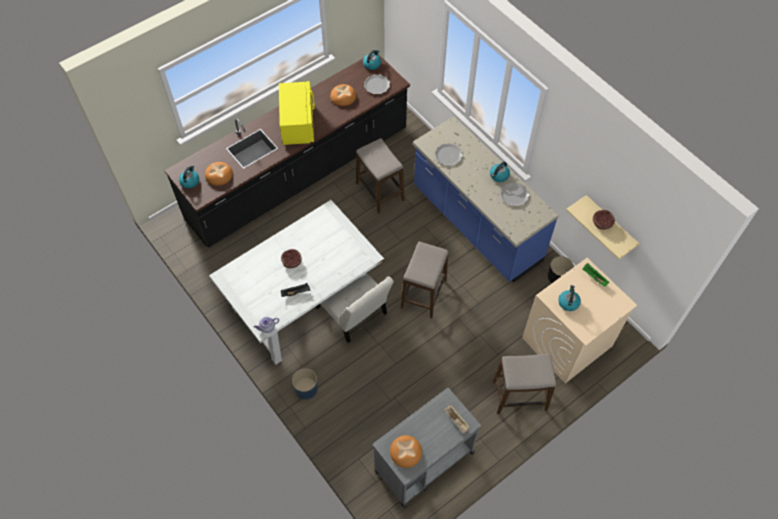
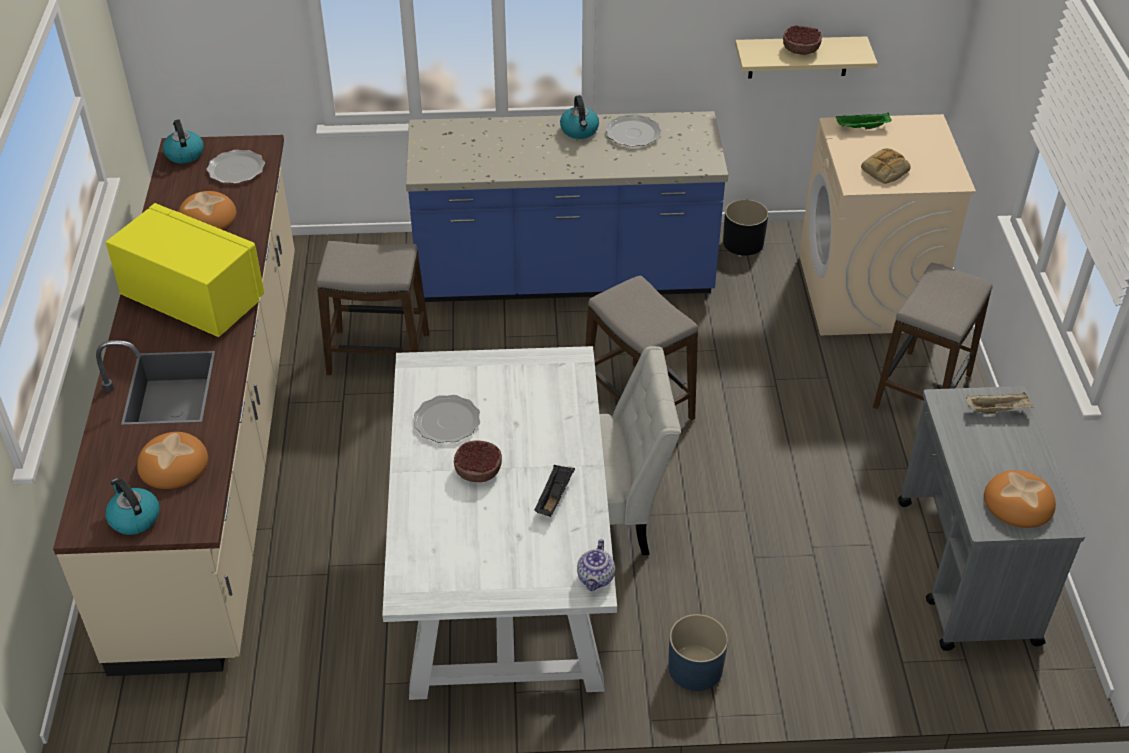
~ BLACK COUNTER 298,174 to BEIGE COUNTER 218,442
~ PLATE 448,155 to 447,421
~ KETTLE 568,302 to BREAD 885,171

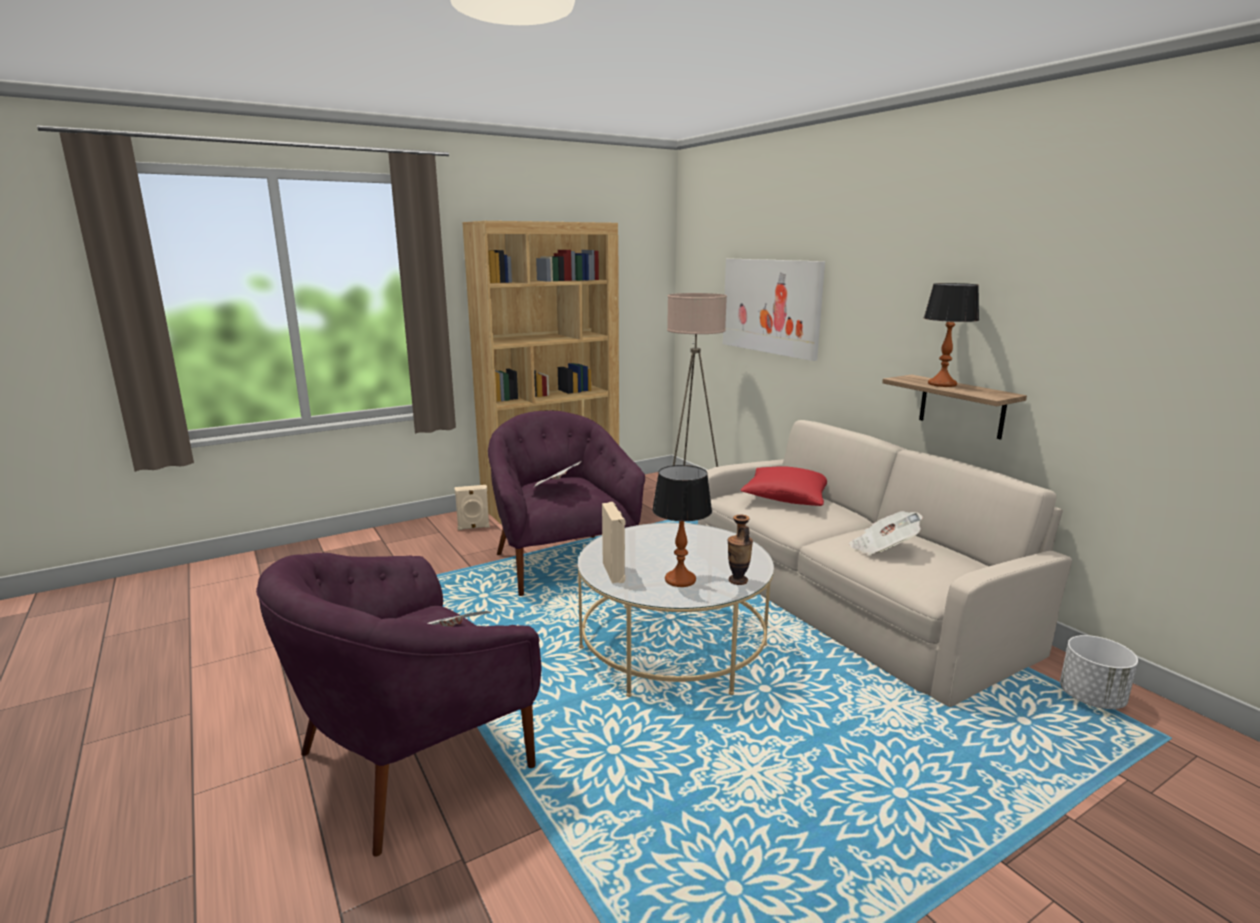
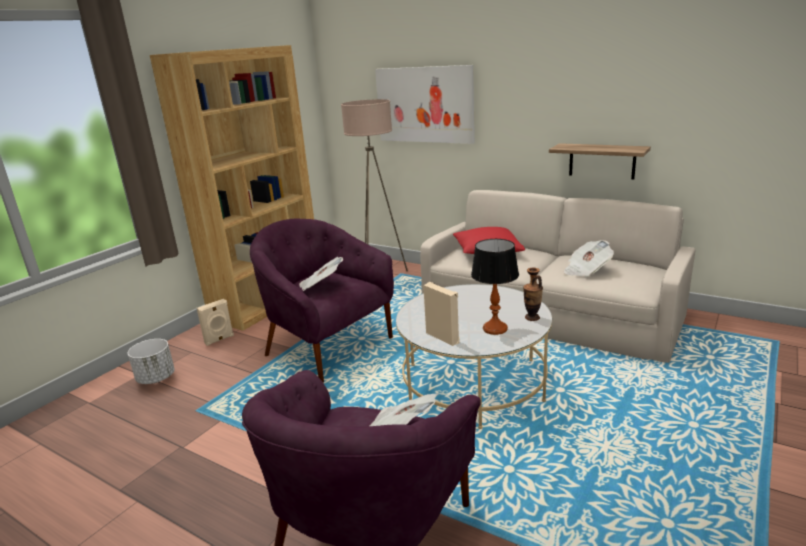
- TABLE LAMP 942,384
~ WHITE PLANTER 1091,698 to 156,378

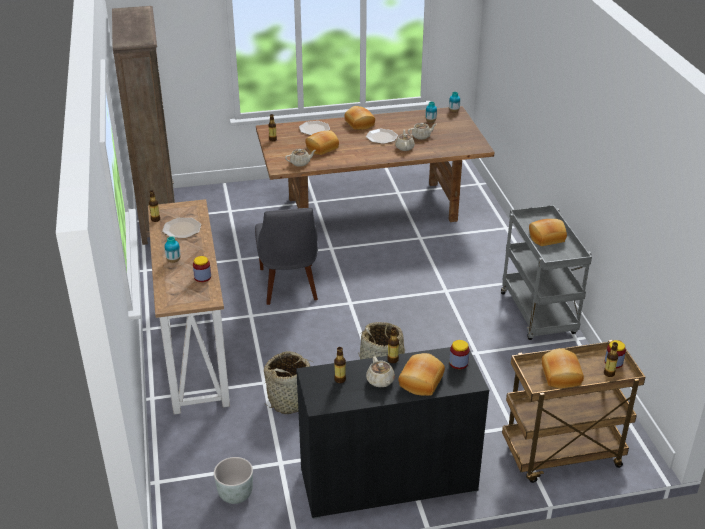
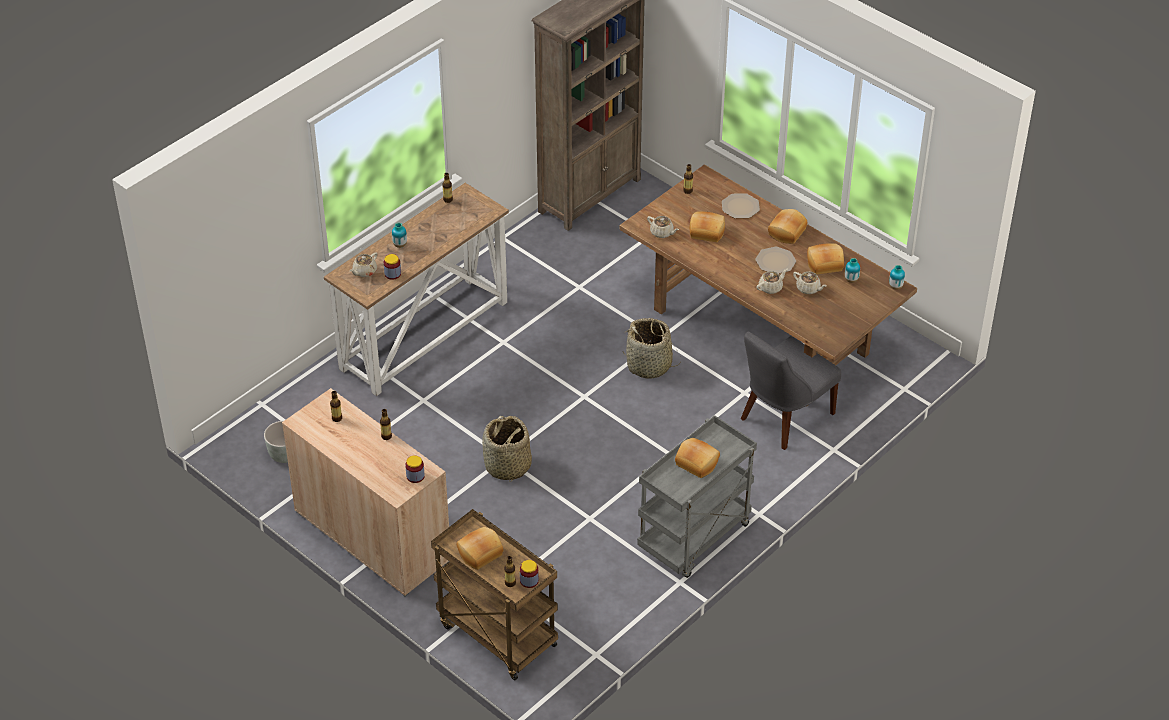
~ GREY CHAIR 289,286 to 783,418
- PLATE 181,229
~ BLACK CABINET 388,480 to BEIGE CABINET 372,536
~ BASKET 290,400 to 649,365
~ BREAD 420,381 to 824,263
~ BEIGE TEAPOT 380,381 to 364,271

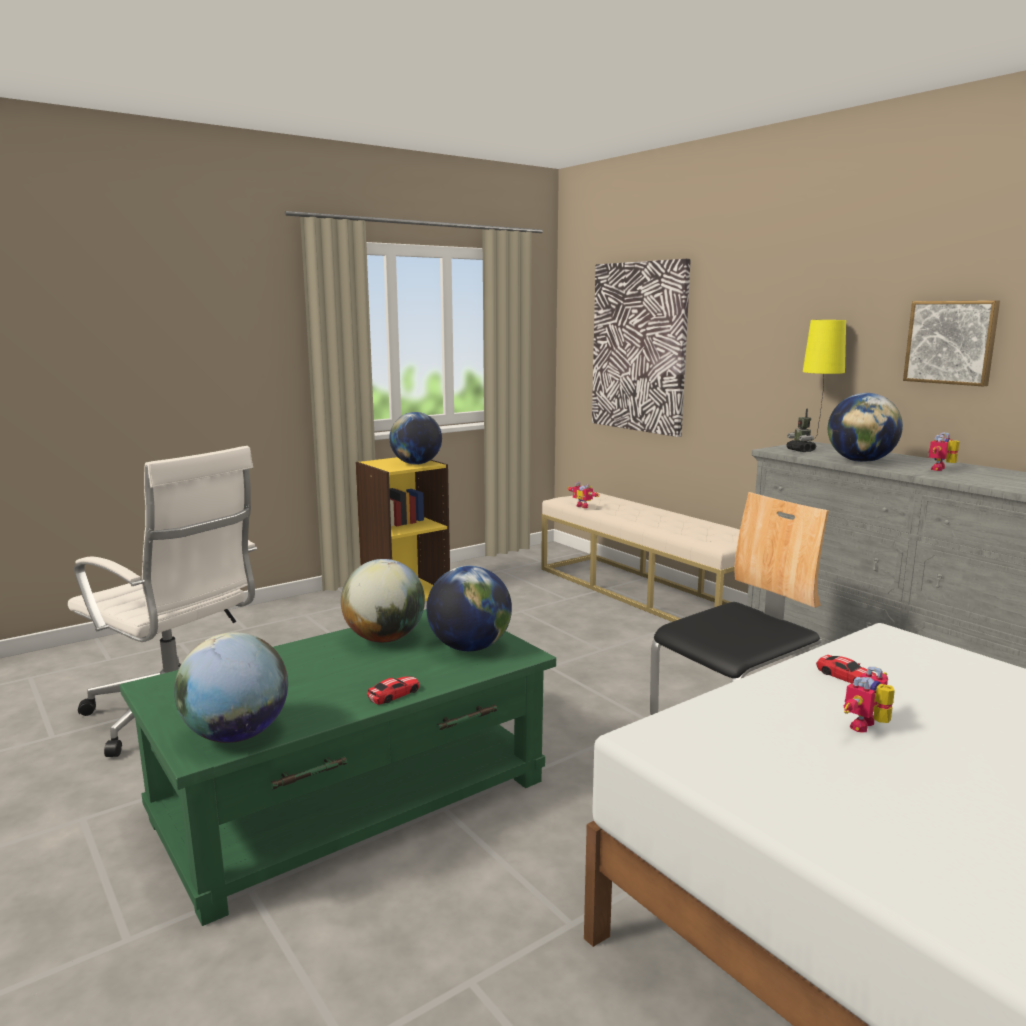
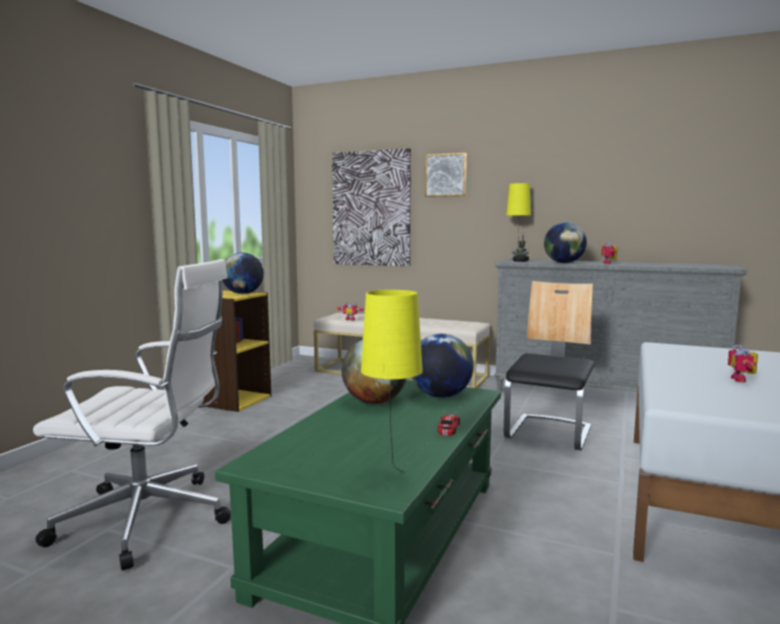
~ PICTURE 951,342 to 446,175
~ GLOBE 236,735 to YELLOW TABLE LAMP 391,476
- TOY CAR 846,676

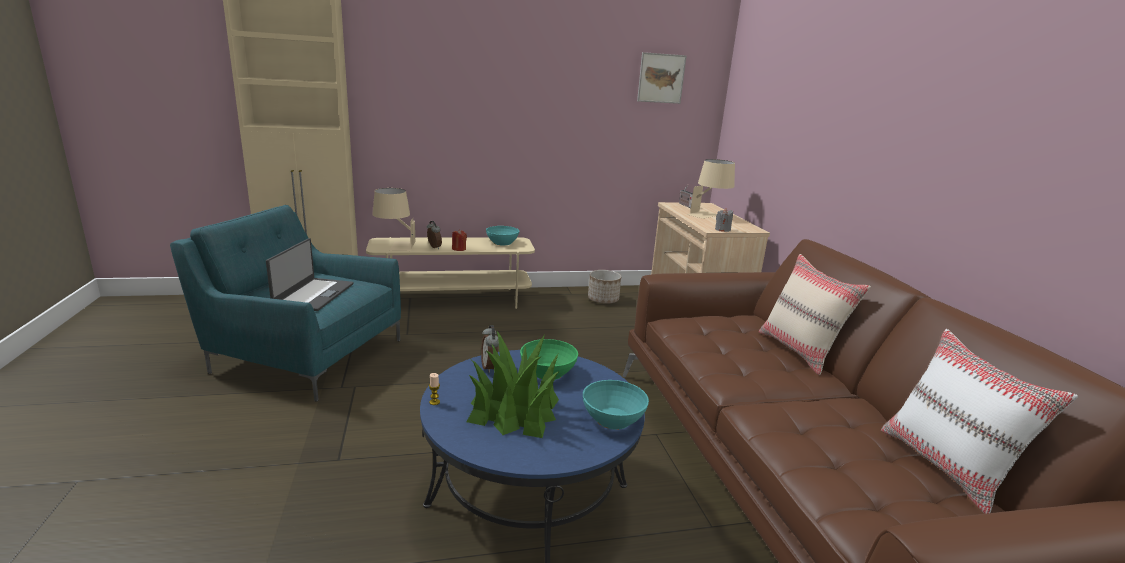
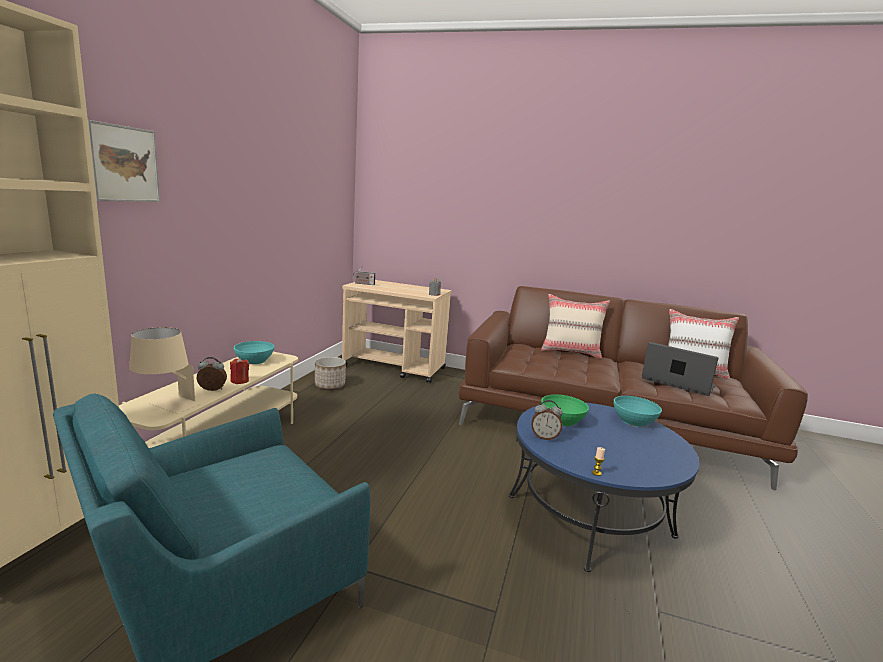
~ PICTURE 661,78 to 124,164
- BEIGE TABLE LAMP 709,216
~ LAPTOP 313,294 to 677,383
- POTTED PLANT 514,410

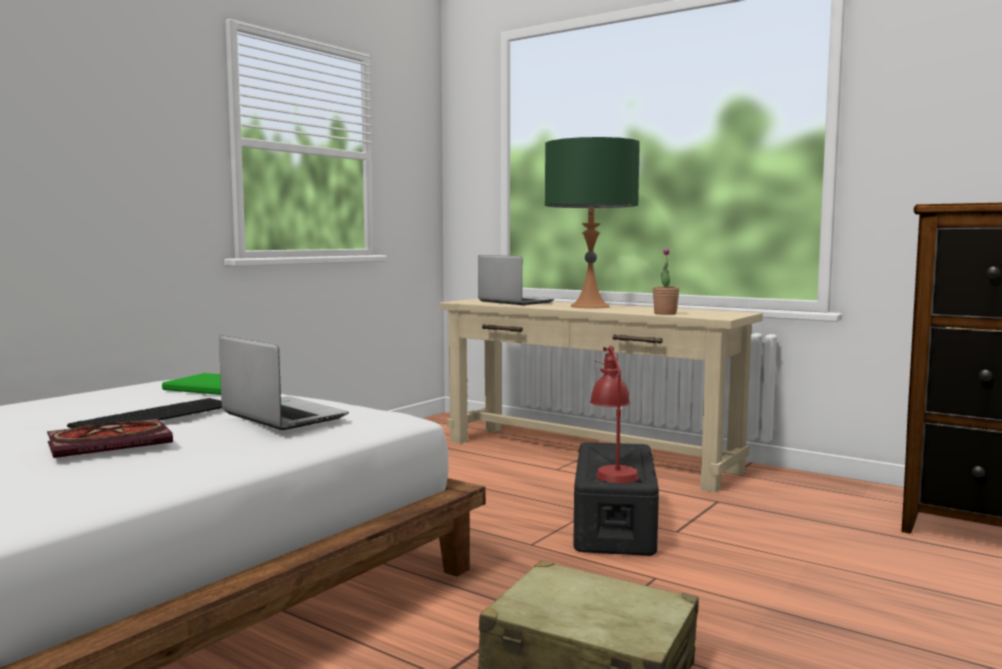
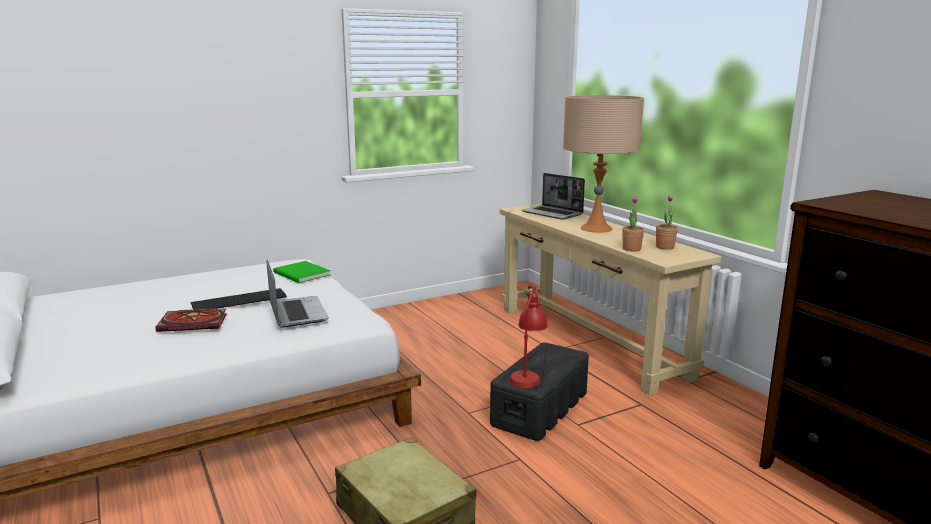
~ GREEN TABLE LAMP 590,306 to BEIGE TABLE LAMP 596,228
~ LAPTOP 514,302 = 553,213 150 degrees clockwise
+ POTTED PLANT 665,247

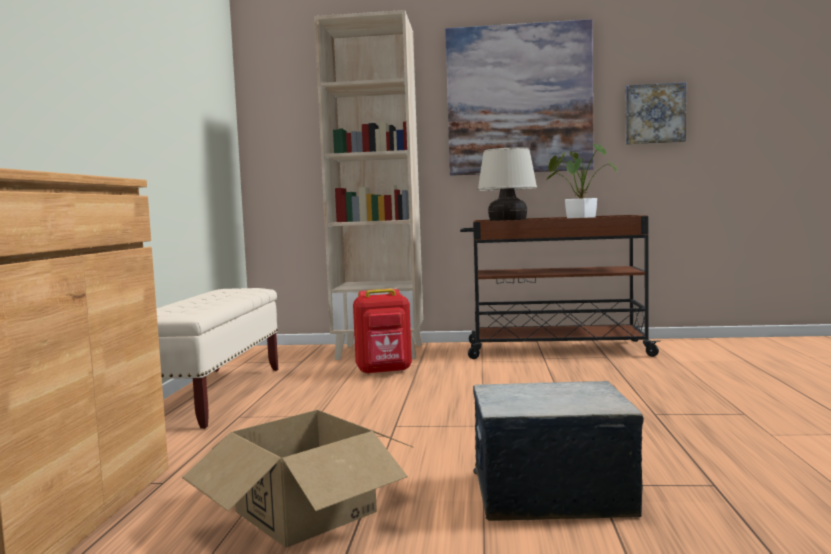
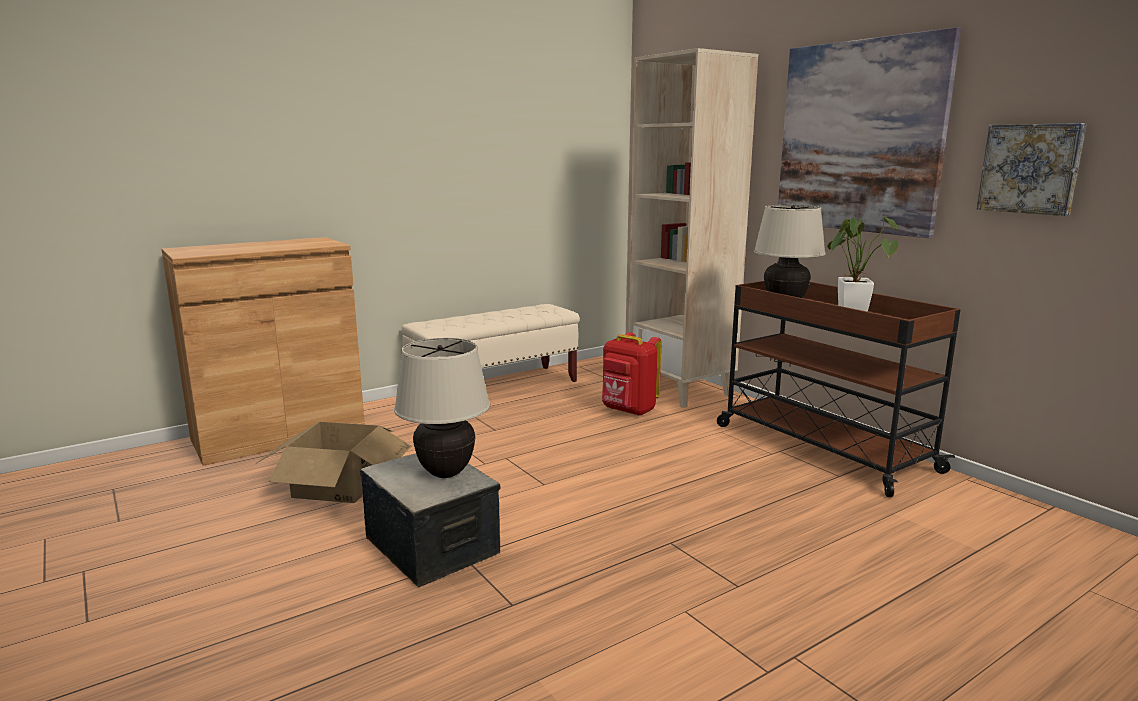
+ BEIGE TABLE LAMP 446,473

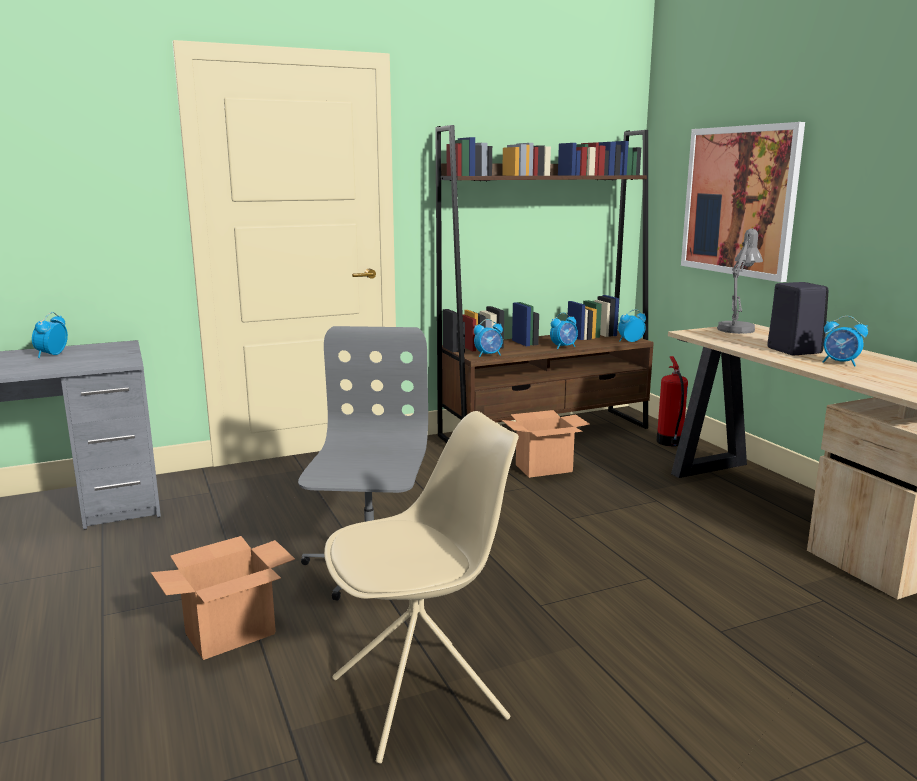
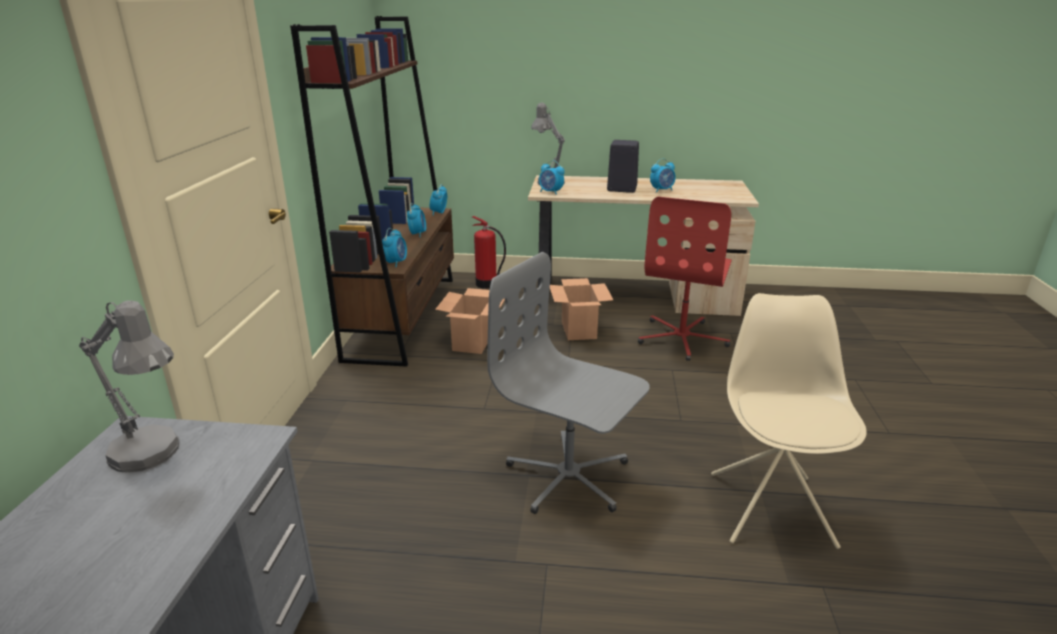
- PICTURE 739,201
~ ALARM CLOCK 52,355 to 551,192
~ CARDBOARD BOX 231,633 to 578,330
+ RED OFFICE CHAIR 682,338
+ GREY TABLE LAMP 153,456

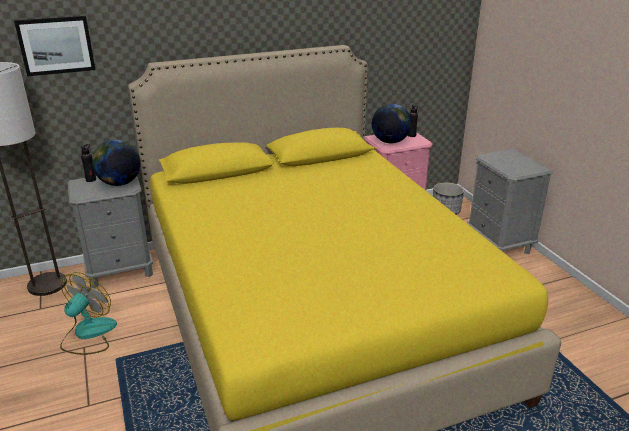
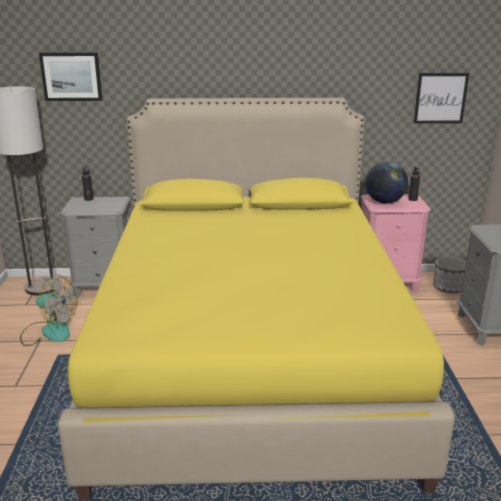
- GLOBE 119,183
~ FAN 88,334 = 49,331 60 degrees clockwise
+ PICTURE 440,98

